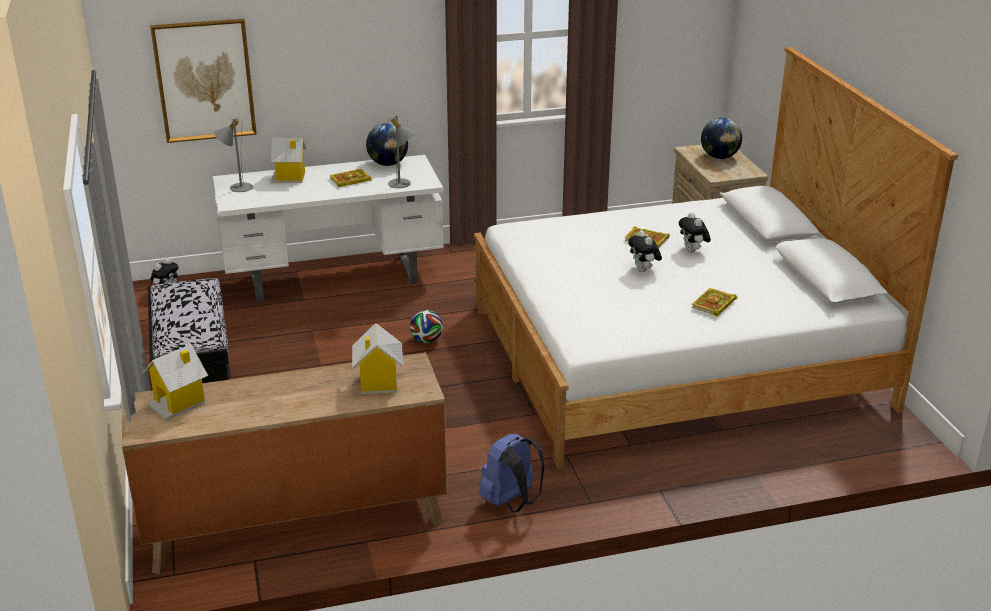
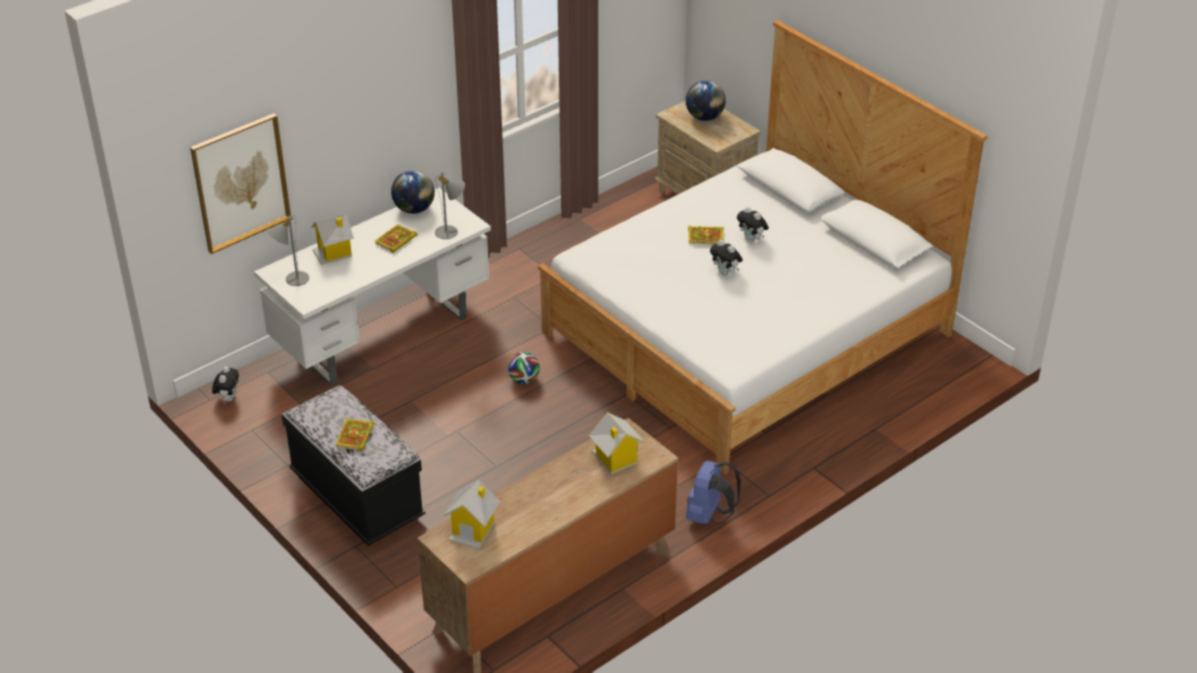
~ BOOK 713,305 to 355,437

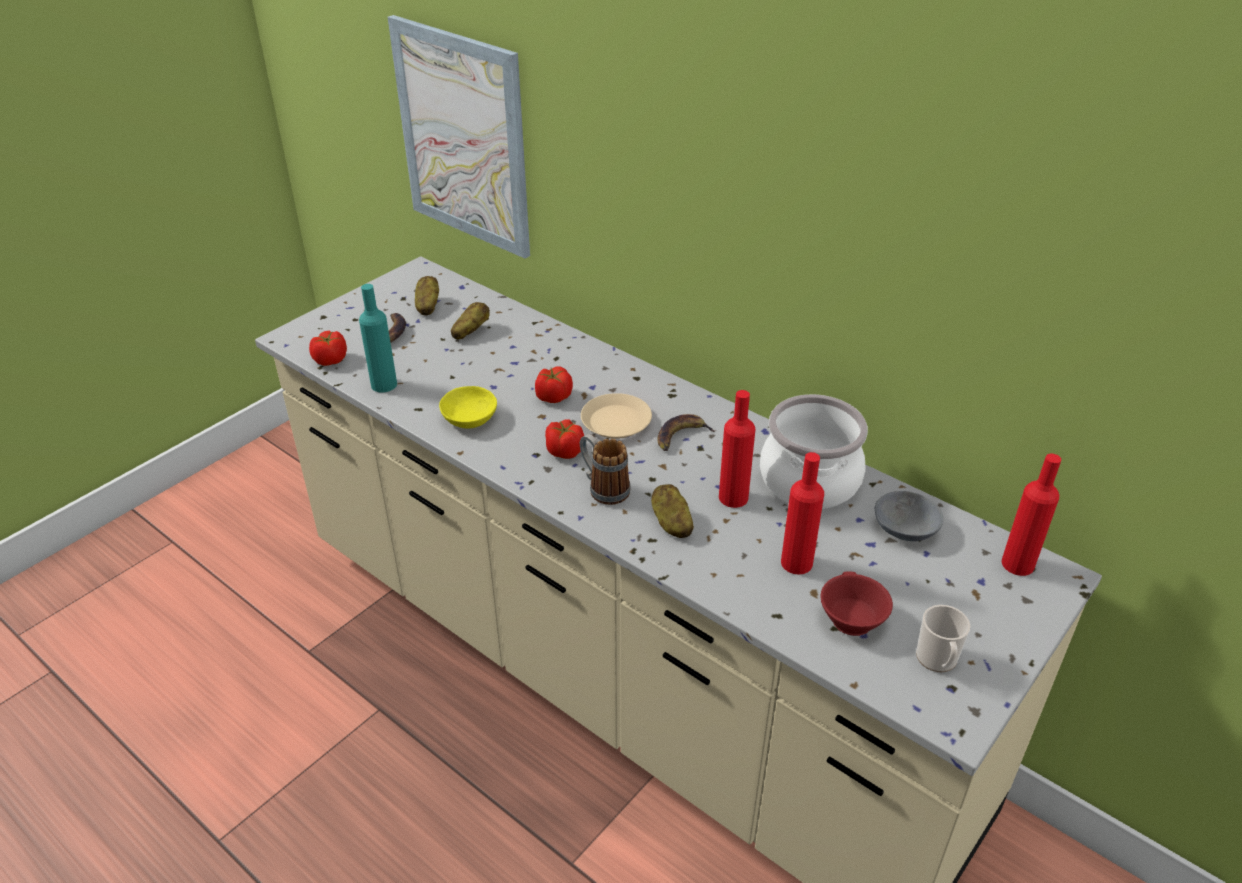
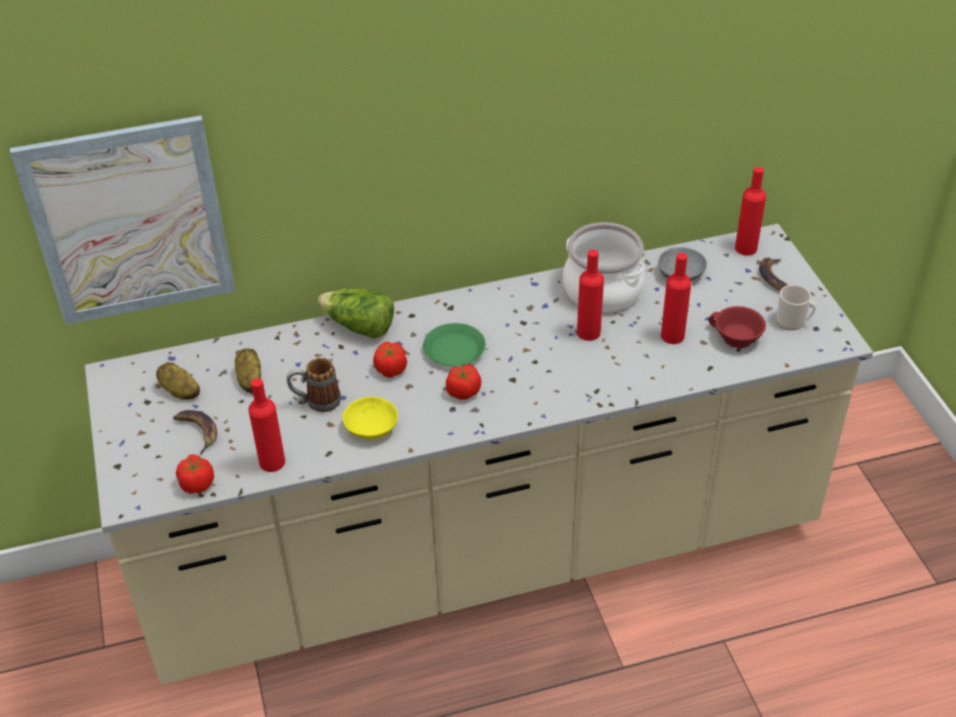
~ TURQUOISE BOTTLE 384,384 to RED BOTTLE 272,462
~ BEIGE PLATE 616,422 to GREEN PLATE 454,350
~ BANANA 681,436 to 774,277
~ MUG 603,488 to 316,402
- POTATO 671,523
+ LETTUCE 359,327

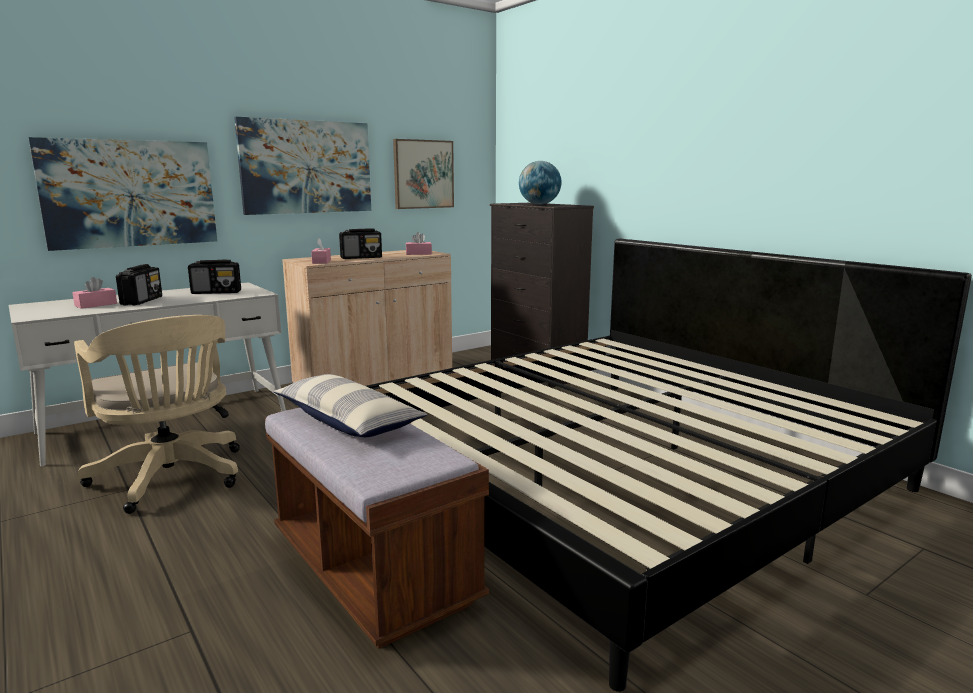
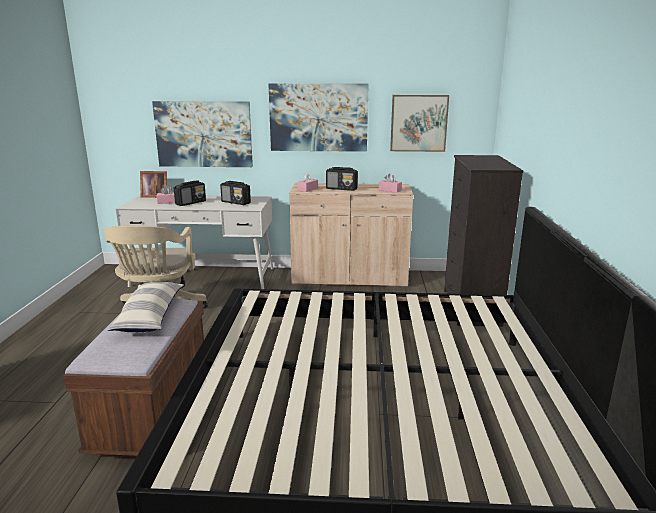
- GLOBE 539,204
+ PICTURE FRAME 154,196

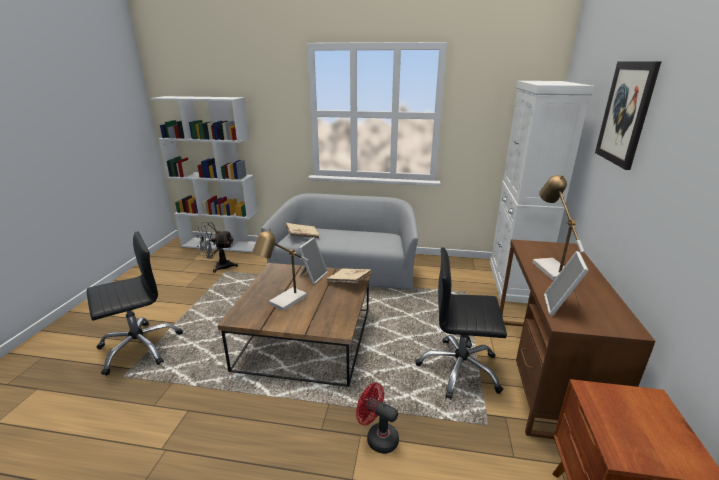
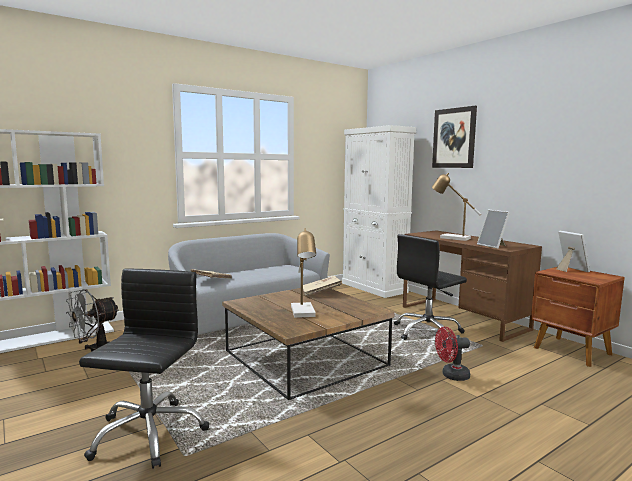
~ PICTURE FRAME 313,276 to 570,270

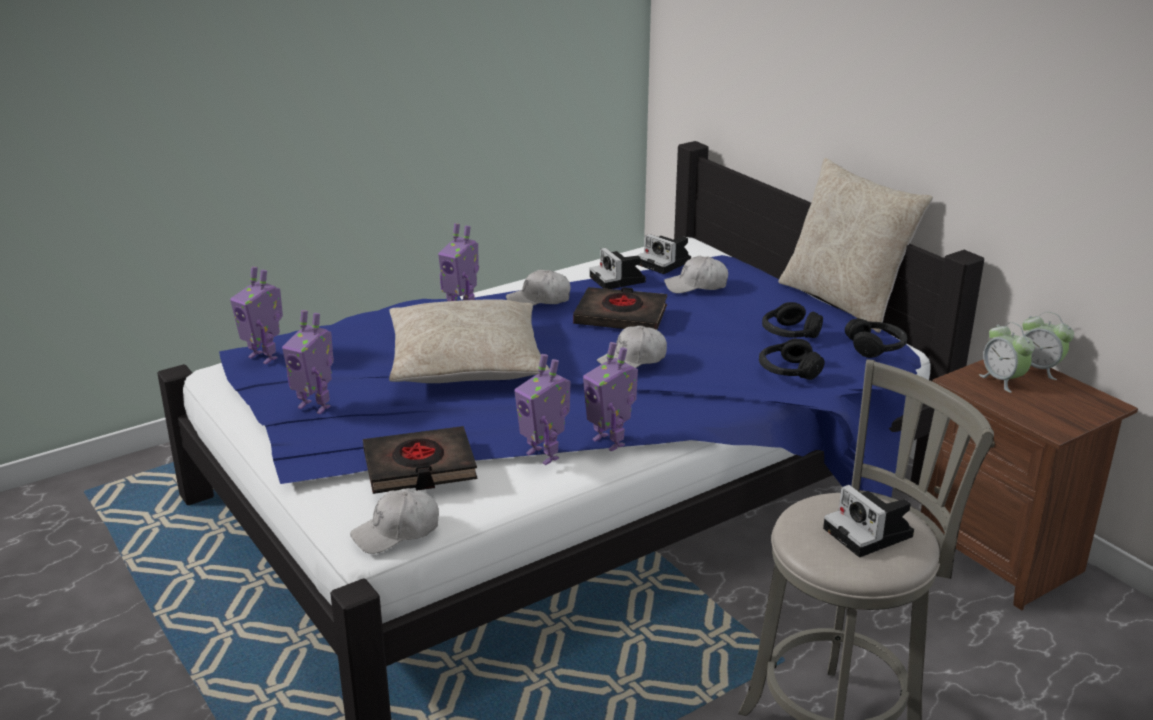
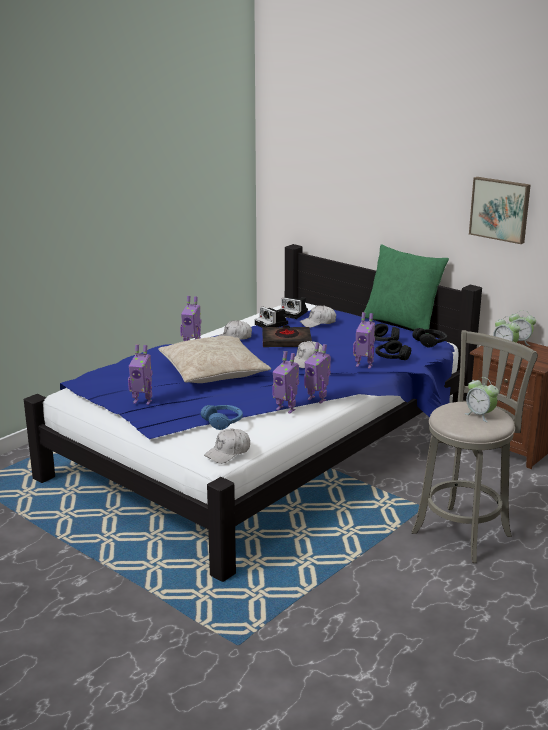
~ BEIGE PILLOW 844,301 to GREEN PILLOW 401,323
~ TOY ROBOT 264,357 to 364,365
~ BLACK BOOK 419,467 to BLUE HEADPHONES 223,422
~ PHOTO CAMERA 871,534 to ALARM CLOCK 480,415
+ PICTURE 500,209

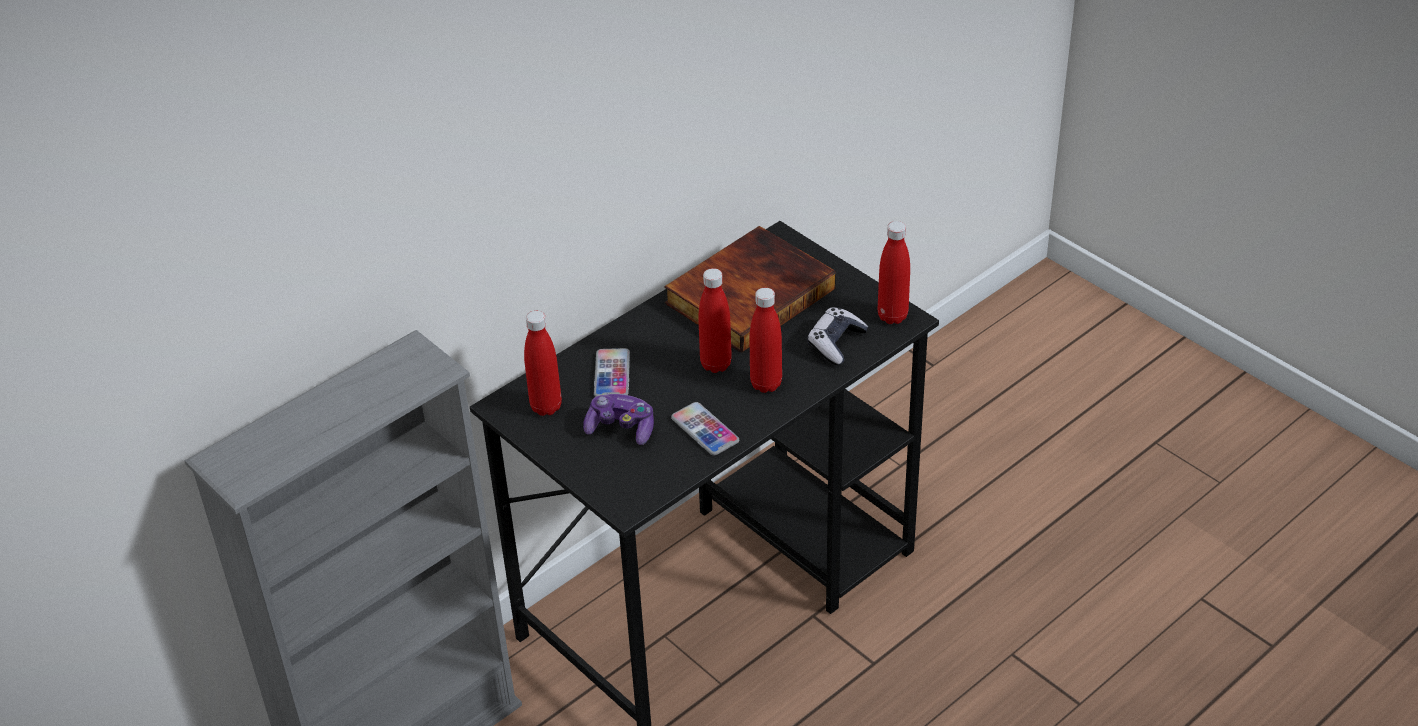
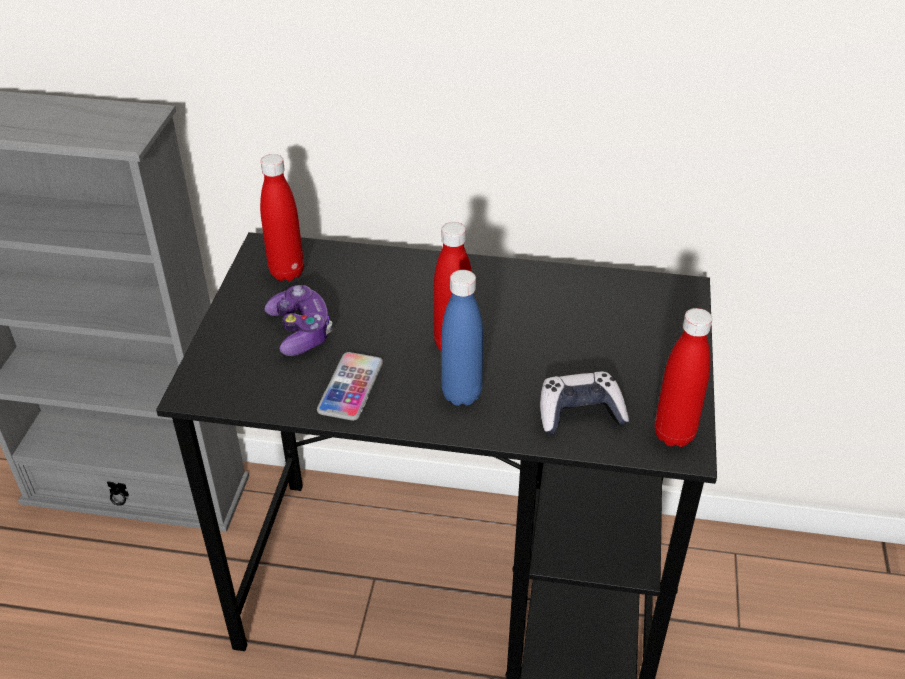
- BOOK 749,294
~ RED BOTTLE 766,384 to BLUE BOTTLE 461,394
- PHONE 612,374

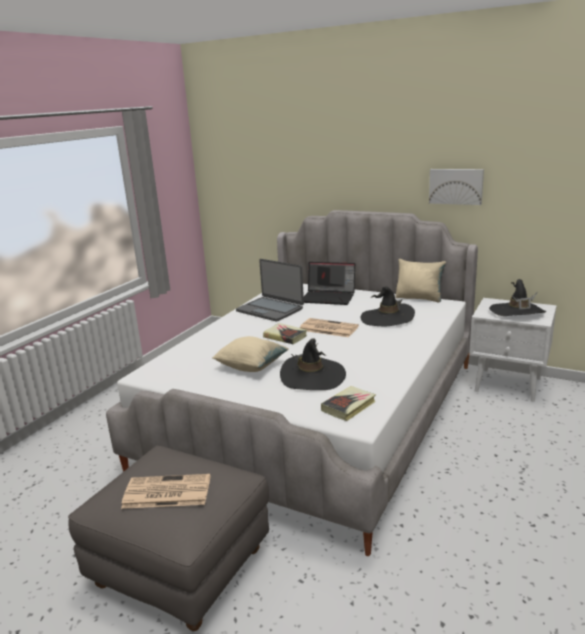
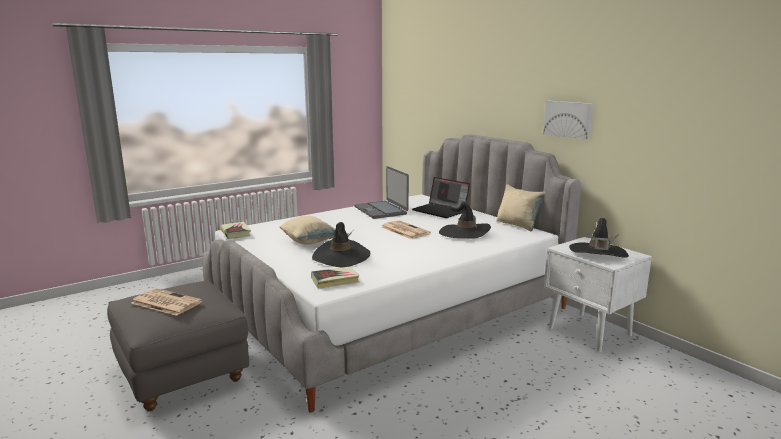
~ BOOK 285,336 to 236,233

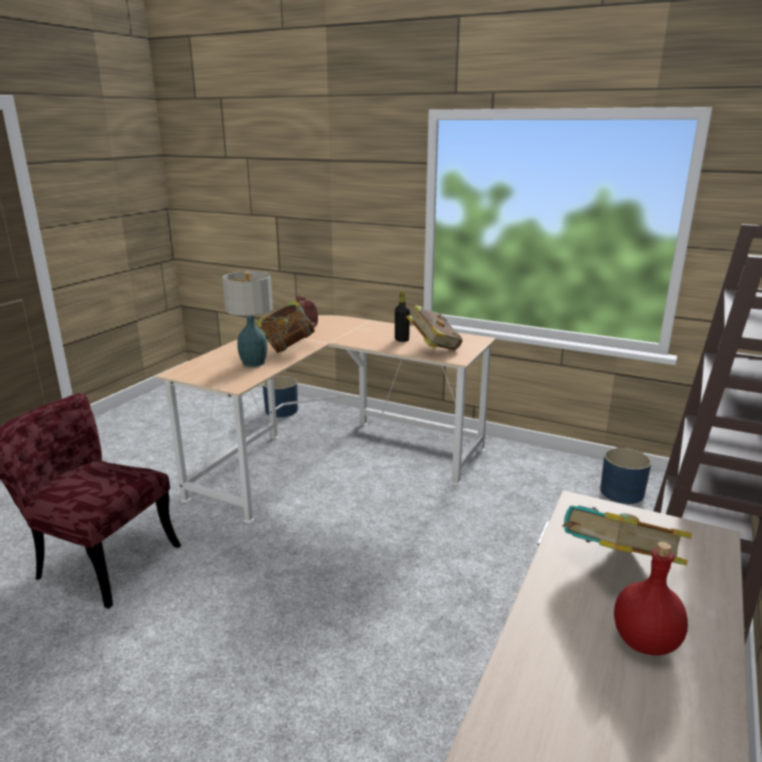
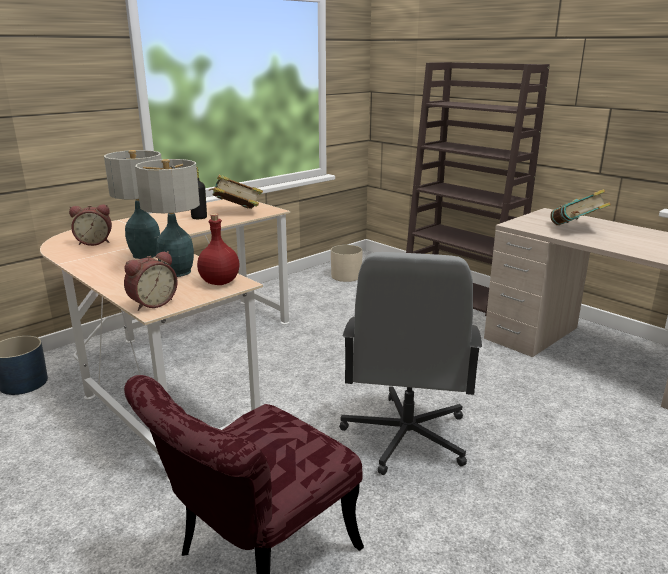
~ BOOK 287,346 to TABLE LAMP 144,255
~ BLUE PLANTER 622,492 to BEIGE PLANTER 346,276
~ RED BOTTLE 645,641 to 219,282
+ ALARM CLOCK 152,303
+ GREY OFFICE CHAIR 405,437

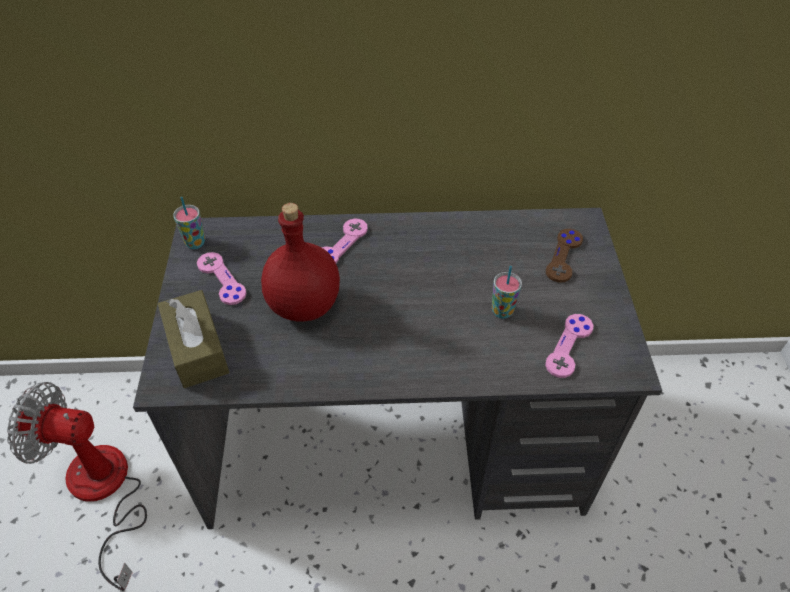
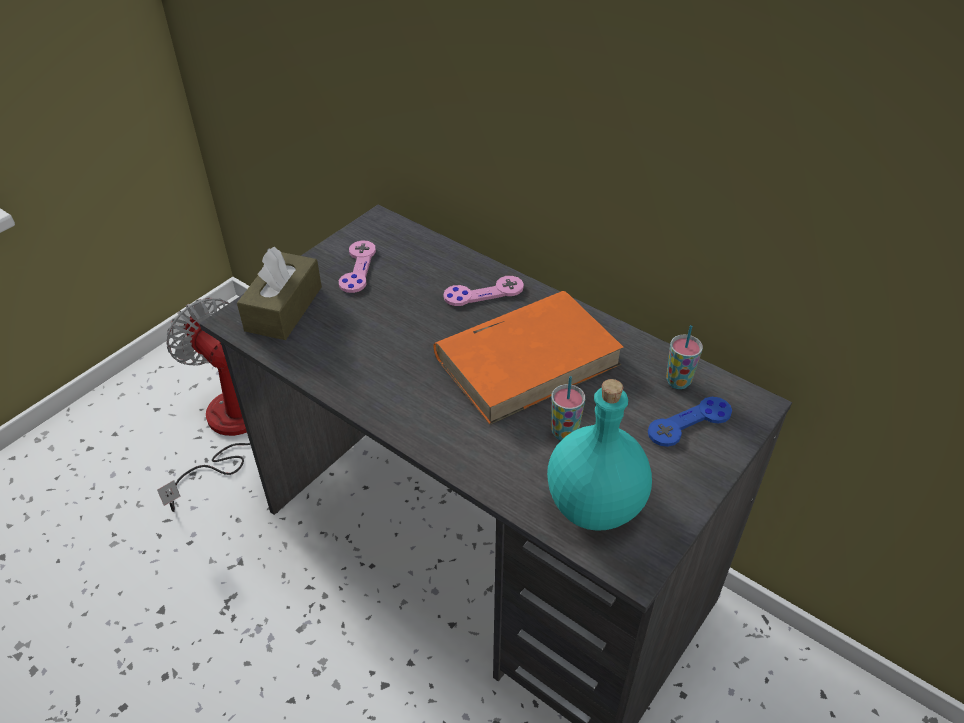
~ CUP 195,243 to 678,381
- RED BOTTLE 305,305
~ BROWN GAME CONTROLLER 564,256 to BLUE GAME CONTROLLER 689,423
~ PINK GAME CONTROLLER 569,346 to TURQUOISE BOTTLE 594,504
+ ORANGE BOOK 528,359

